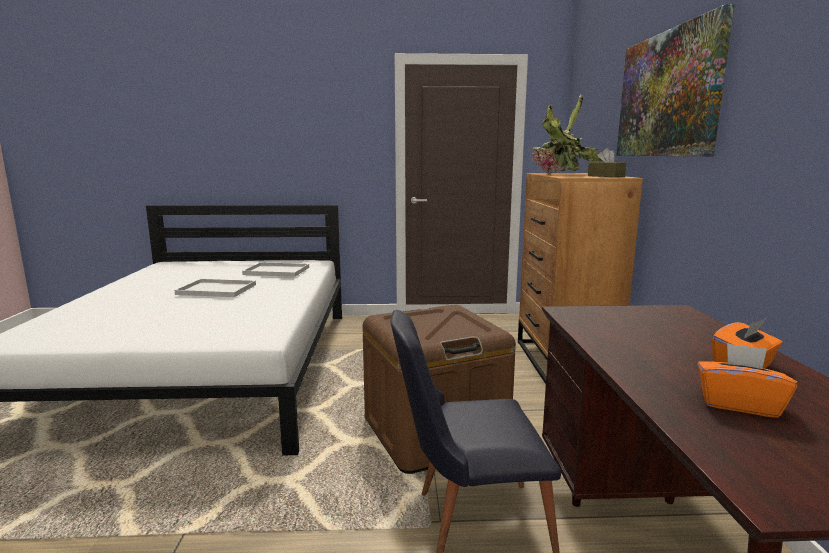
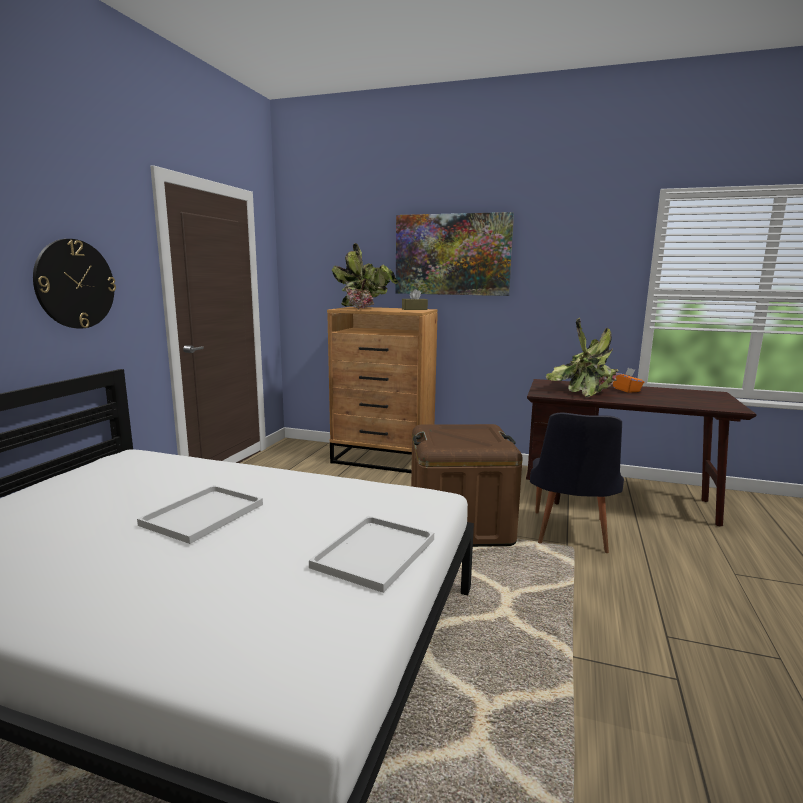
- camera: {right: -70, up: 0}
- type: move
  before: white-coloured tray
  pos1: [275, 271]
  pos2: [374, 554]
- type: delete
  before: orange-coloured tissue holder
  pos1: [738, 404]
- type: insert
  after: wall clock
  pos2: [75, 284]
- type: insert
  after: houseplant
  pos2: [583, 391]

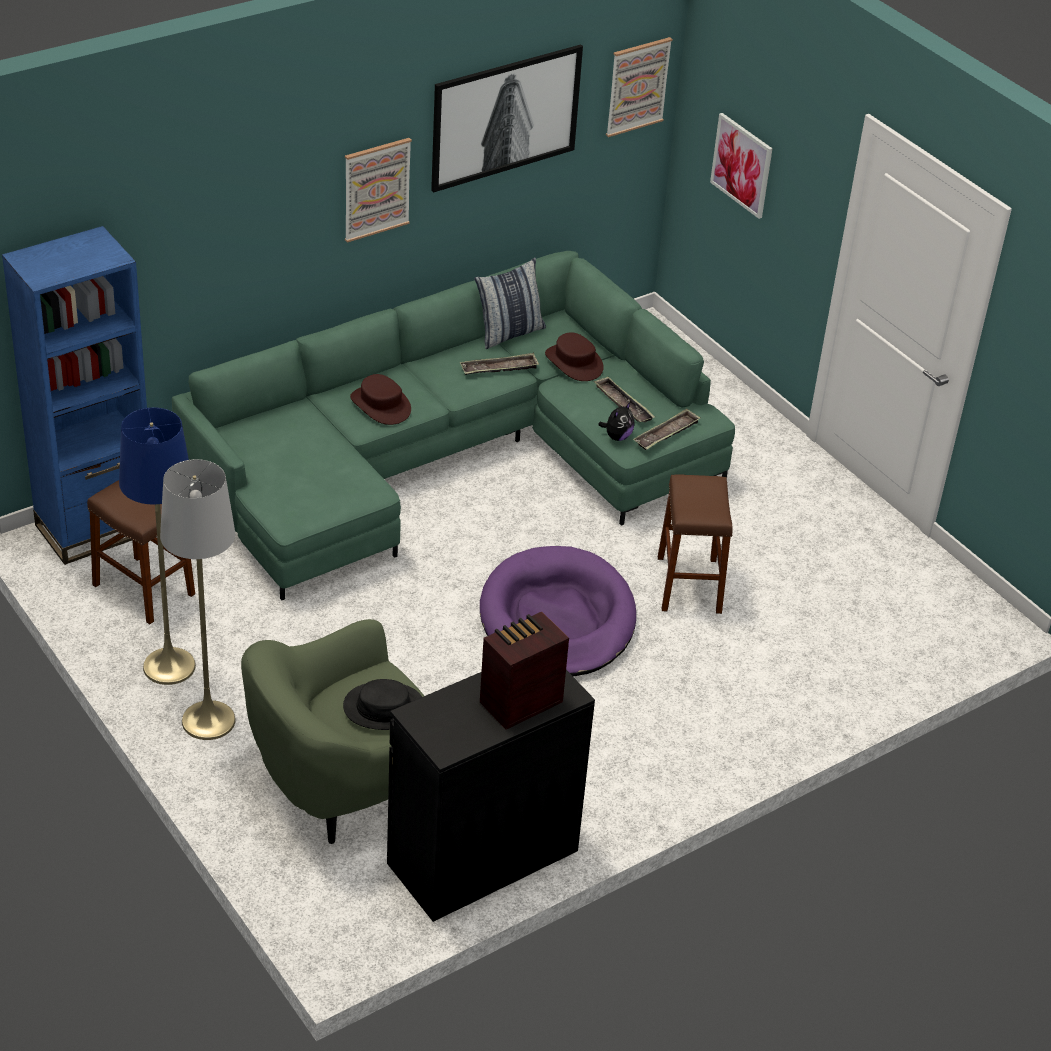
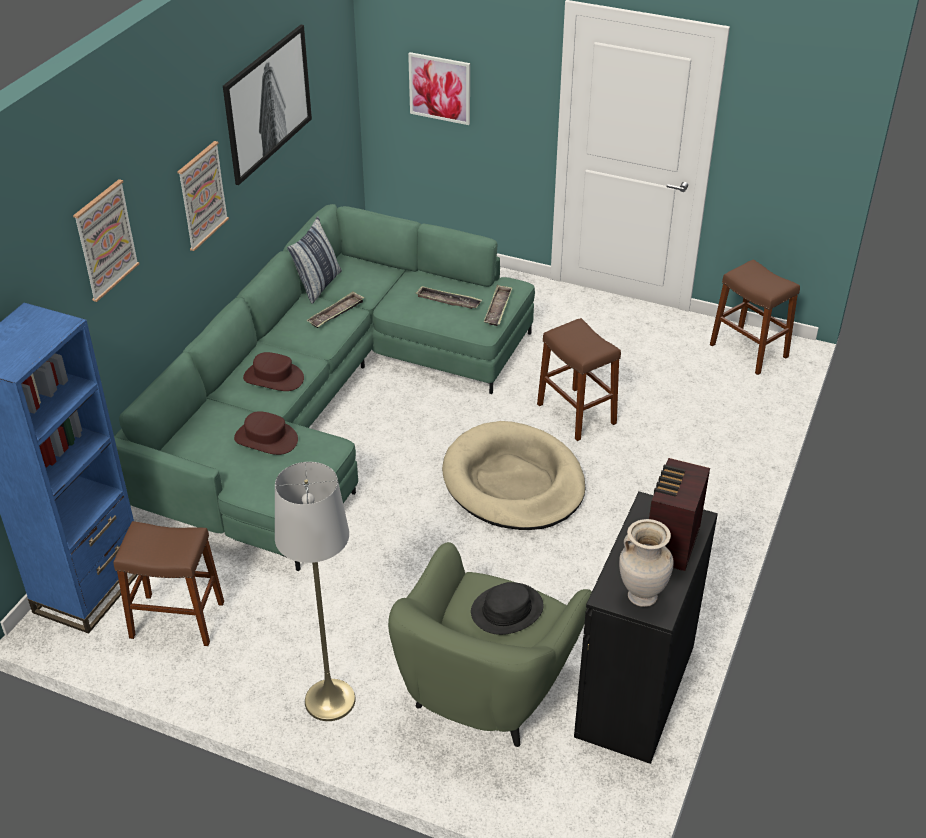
- camera: {right: -30, up: 0}
- type: move
  before: wall picture
  pos1: [637, 86]
  pos2: [105, 240]
- type: move
  before: brown hat
  pos1: [574, 362]
  pos2: [266, 439]
- type: delete
  before: plush toy
  pos1: [617, 437]
- type: delete
  before: blue standard lamp
  pos1: [169, 666]
- type: recolor
  before: purple-coloured dog cushion
  after: beige dog cushion
  pos1: [557, 619]
  pos2: [513, 482]
- type: insert
  after: brown stool
  pos2: [748, 351]
- type: insert
  after: beige flower vase
  pos2: [642, 596]

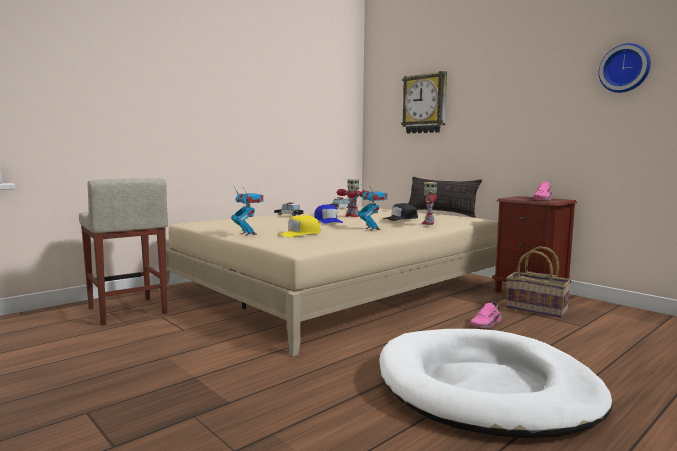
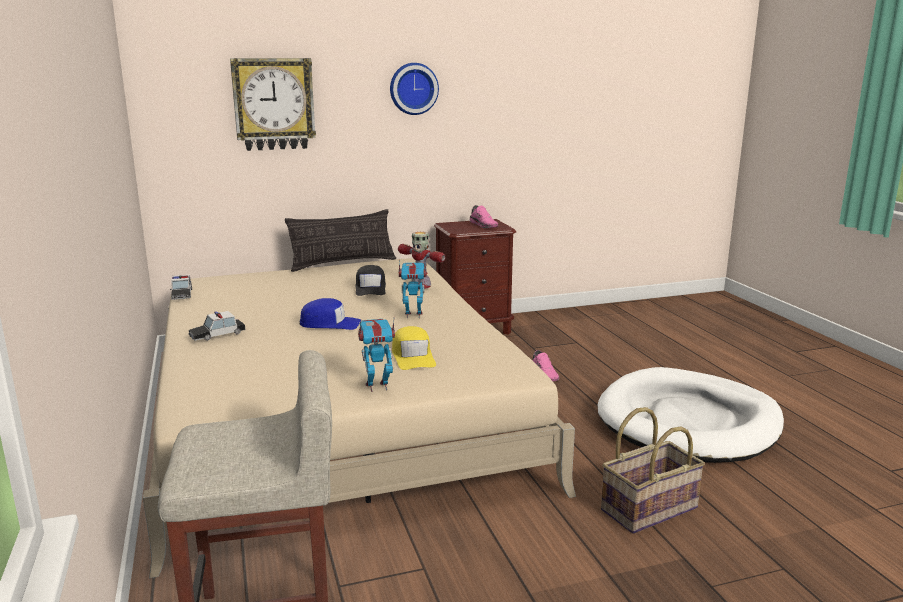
- camera: {right: -65, up: 10}
- type: move
  before: wall clock
  pos1: [625, 68]
  pos2: [413, 88]
- type: delete
  before: robot figure
  pos1: [352, 216]
- type: move
  before: basket
  pos1: [536, 309]
  pos2: [648, 508]

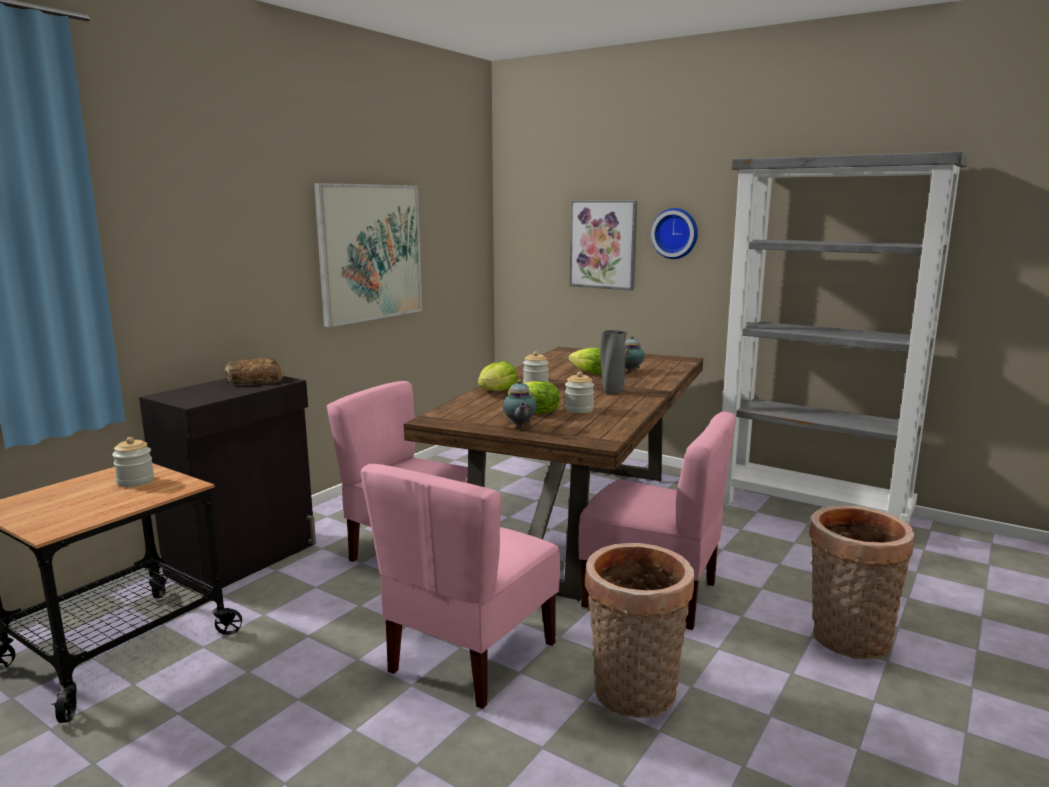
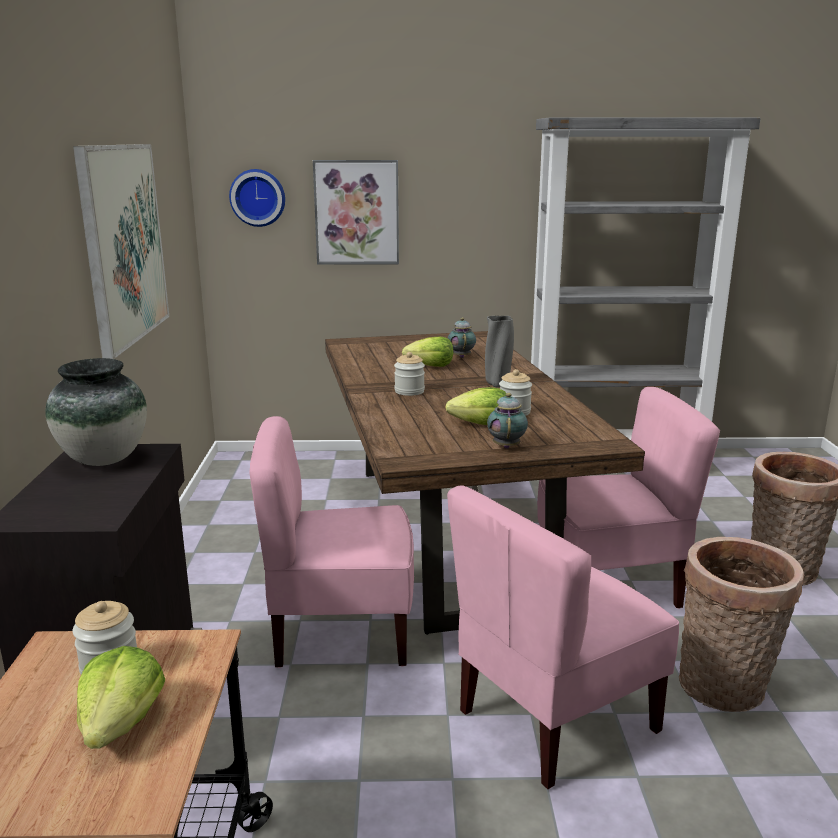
- camera: {right: -35, up: 5}
- type: move
  before: wall clock
  pos1: [675, 233]
  pos2: [258, 197]
- type: replace
  before: baked bread
  after: flower vase
  pos1: [254, 380]
  pos2: [104, 460]
- type: move
  before: lettuce head
  pos1: [497, 391]
  pos2: [121, 723]
- type: rotate
  before: teapot
  pos1: [519, 427]
  pos2: [506, 446]
  turn: -135
- type: rotate
  before: pink-coloured chair
  pos1: [470, 657]
  pos2: [555, 720]
  turn: 60

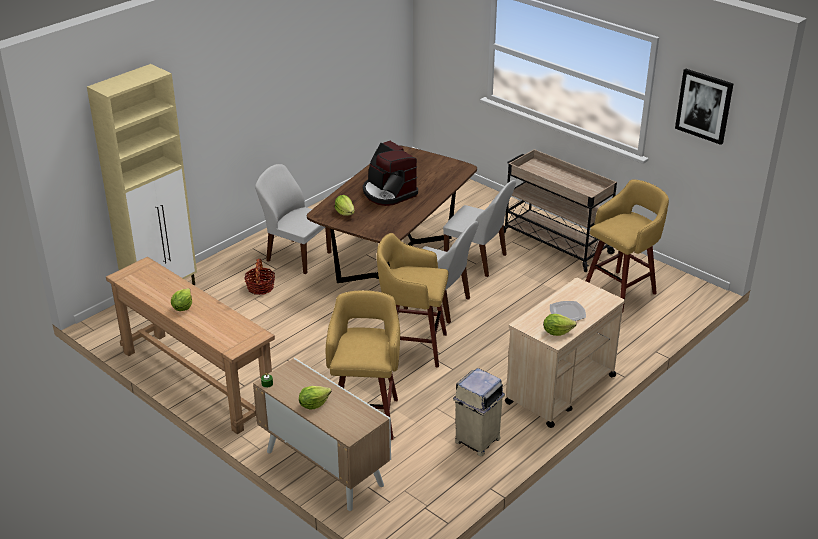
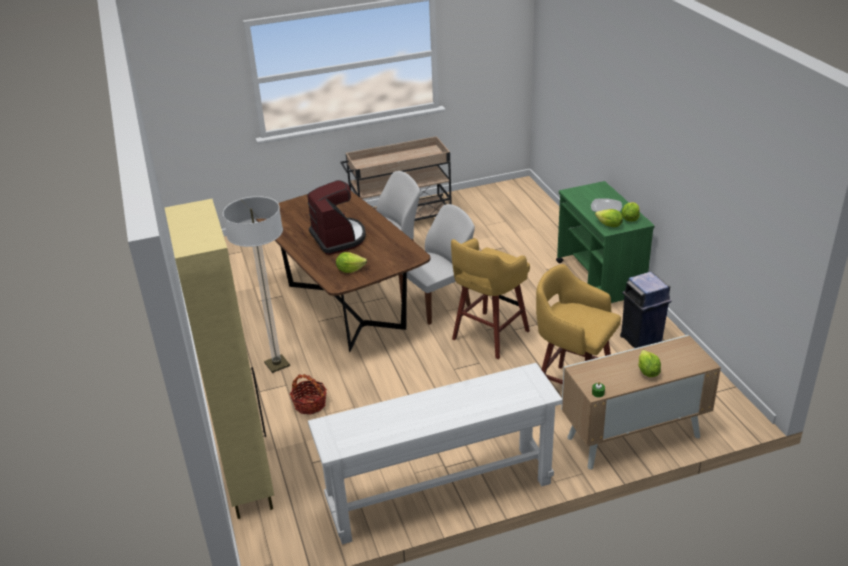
- camera: {right: -60, up: 0}
- type: delete
  before: wall picture
  pos1: [704, 106]
- type: rotate
  before: coffee machine
  pos1: [388, 193]
  pos2: [338, 238]
  turn: -105
- type: replace
  before: white-coloured chair
  after: standard lamp
  pos1: [297, 256]
  pos2: [277, 364]
- type: delete
  before: yellow stool
  pos1: [621, 291]
- type: recolor
  before: brown hall table
  after: white-coloured hall table
  pos1: [197, 380]
  pos2: [439, 493]
- type: recolor
  before: beige trolley
  after: green-coloured trolley
  pos1: [560, 389]
  pos2: [600, 281]
- type: move
  before: lettuce head
  pos1: [183, 307]
  pos2: [609, 225]
- type: recolor
  before: beige waste bin
  after: blue waste bin
  pos1: [477, 441]
  pos2: [641, 340]

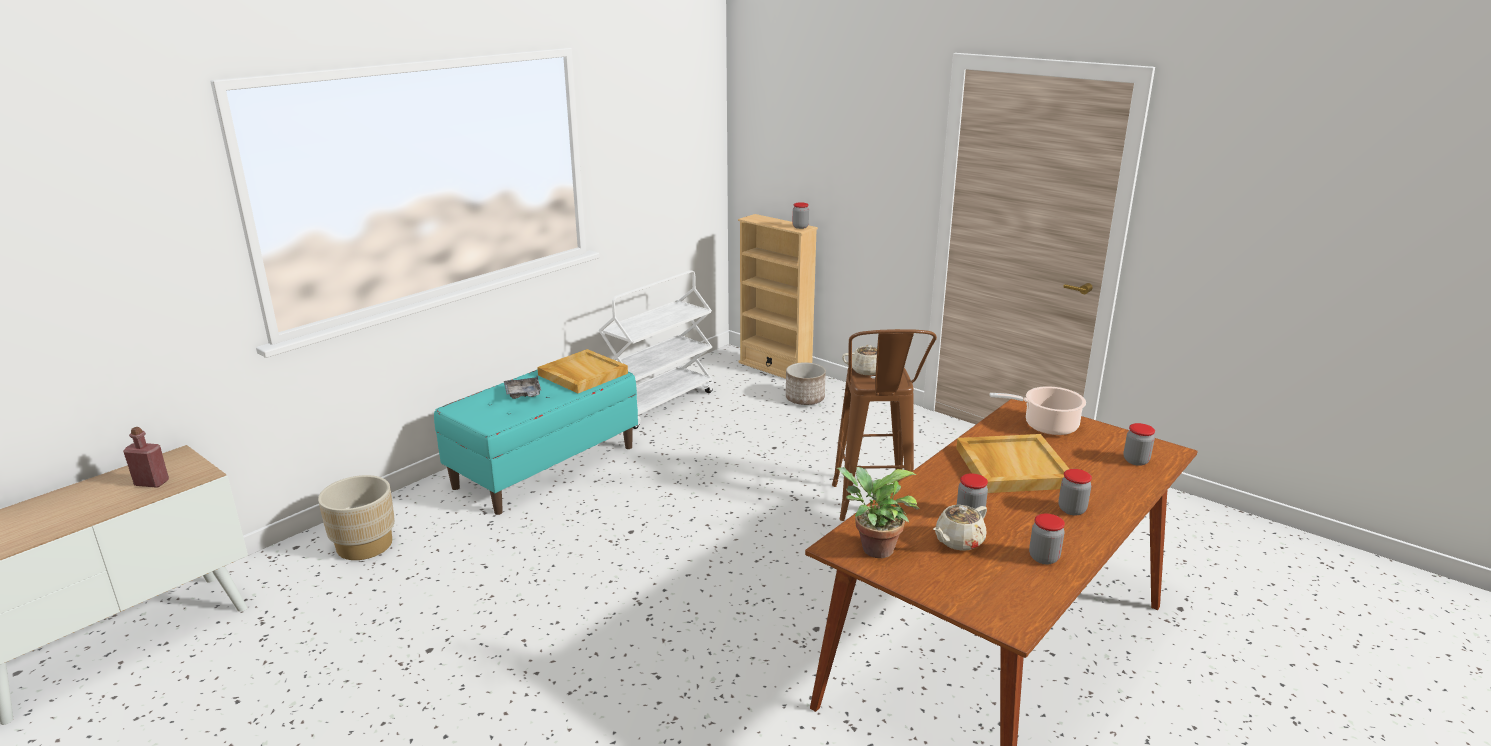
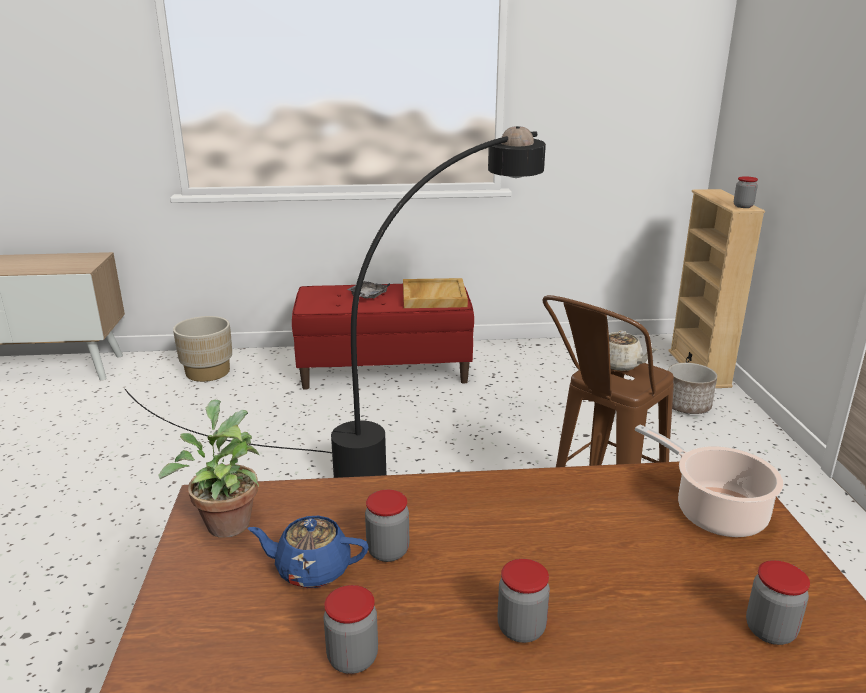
- camera: {right: 45, up: 0}
- type: delete
  before: white-coloured trolley
  pos1: [659, 402]
- type: recolor
  before: turquoise-coloured bench
  after: reddish bench
  pos1: [545, 466]
  pos2: [385, 370]
- type: delete
  before: reddish beverage bottle
  pos1: [152, 483]
- type: delete
  before: beige tray
  pos1: [1011, 467]
- type: recolor
  before: beige teapot
  after: blue teapot
  pos1: [958, 541]
  pos2: [312, 569]
- type: insert
  after: blackish standard lamp
  pos2: [393, 450]

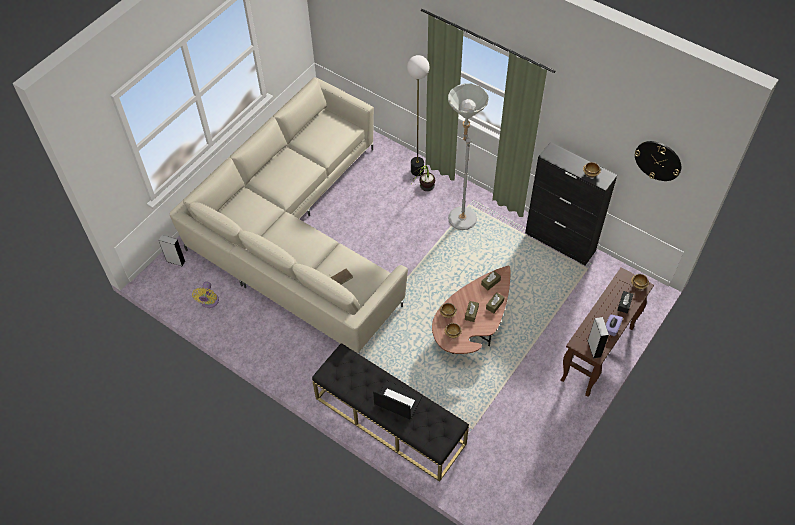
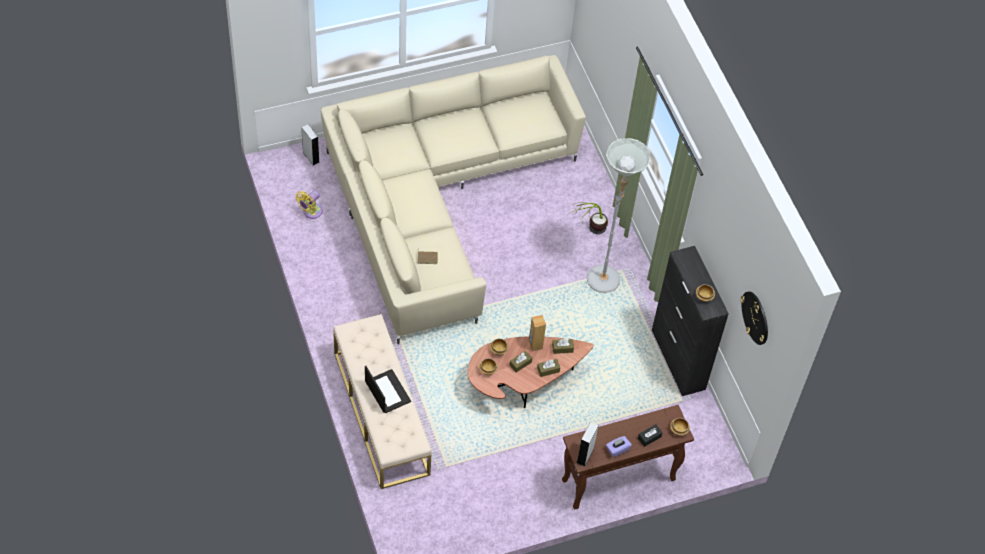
- camera: {right: 30, up: 0}
- type: delete
  before: standard lamp
  pos1: [417, 171]
- type: recolor
  before: blackish bench
  after: beige bench
  pos1: [389, 421]
  pos2: [381, 412]
- type: insert
  after: brown loudspeaker
  pos2: [535, 345]

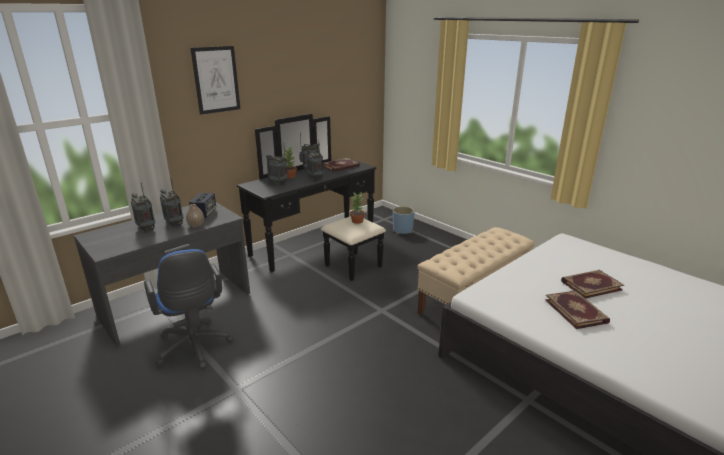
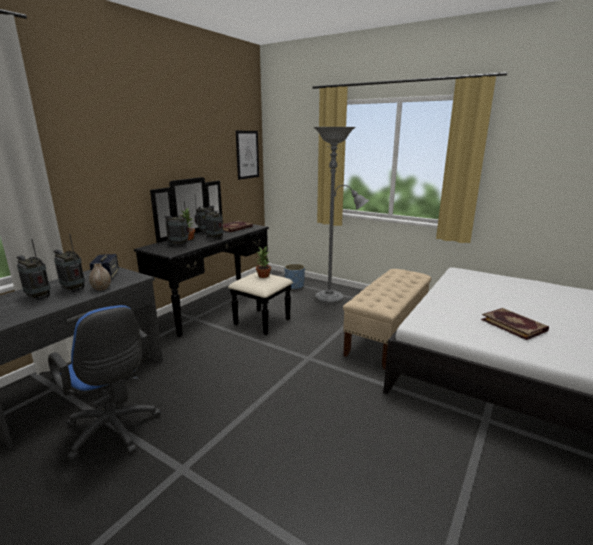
- camera: {right: -15, up: -5}
- type: move
  before: wall picture
  pos1: [216, 80]
  pos2: [247, 154]
- type: delete
  before: book
  pos1: [590, 285]
- type: insert
  after: grey standard lamp
  pos2: [333, 298]

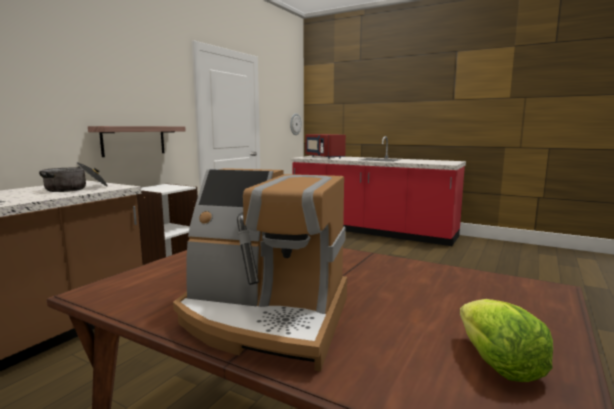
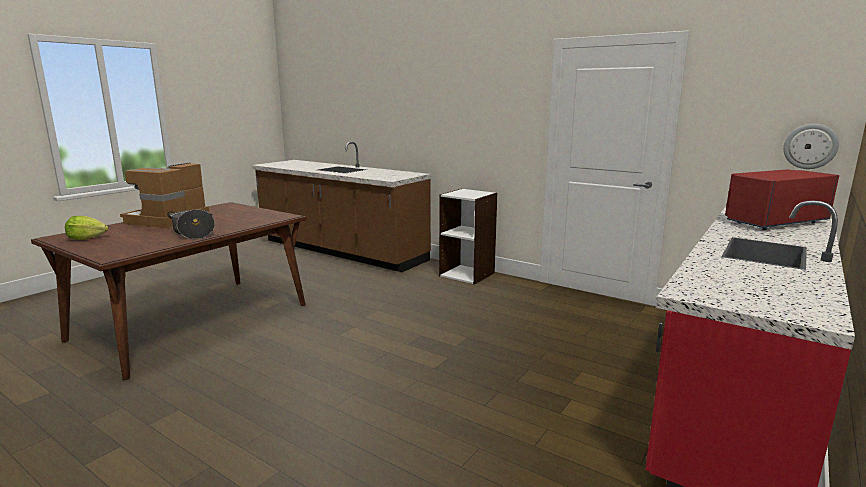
- camera: {right: 95, up: 5}
- type: delete
  before: shelf
  pos1: [134, 140]
- type: move
  before: saucepot
  pos1: [76, 188]
  pos2: [193, 233]

